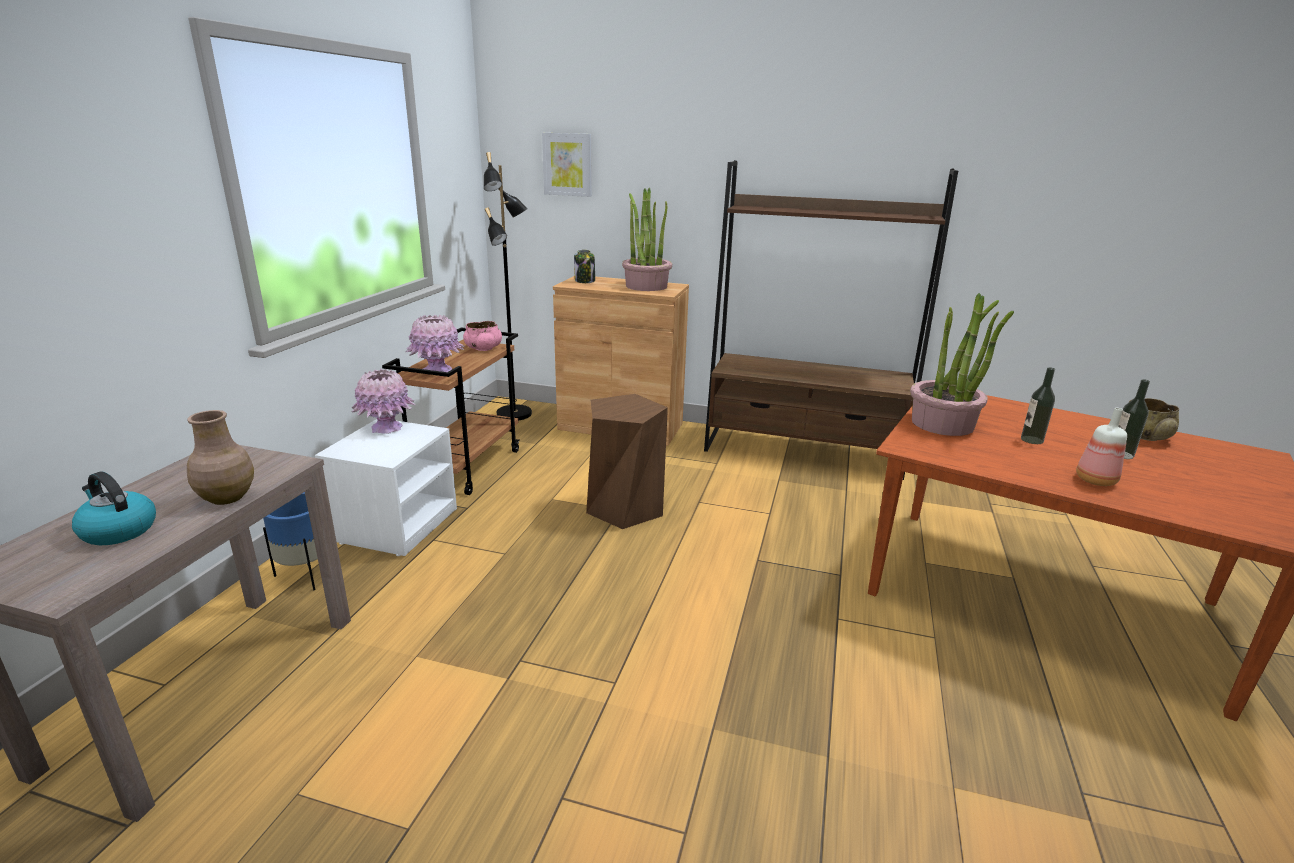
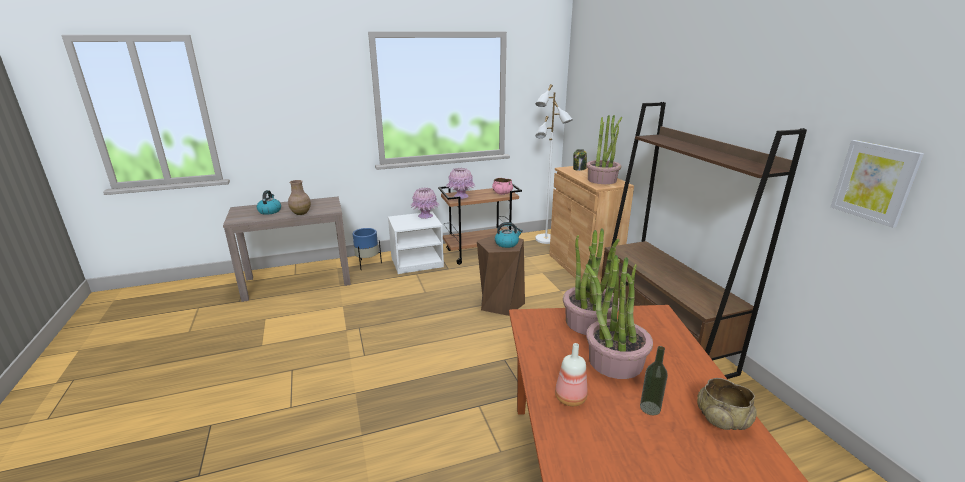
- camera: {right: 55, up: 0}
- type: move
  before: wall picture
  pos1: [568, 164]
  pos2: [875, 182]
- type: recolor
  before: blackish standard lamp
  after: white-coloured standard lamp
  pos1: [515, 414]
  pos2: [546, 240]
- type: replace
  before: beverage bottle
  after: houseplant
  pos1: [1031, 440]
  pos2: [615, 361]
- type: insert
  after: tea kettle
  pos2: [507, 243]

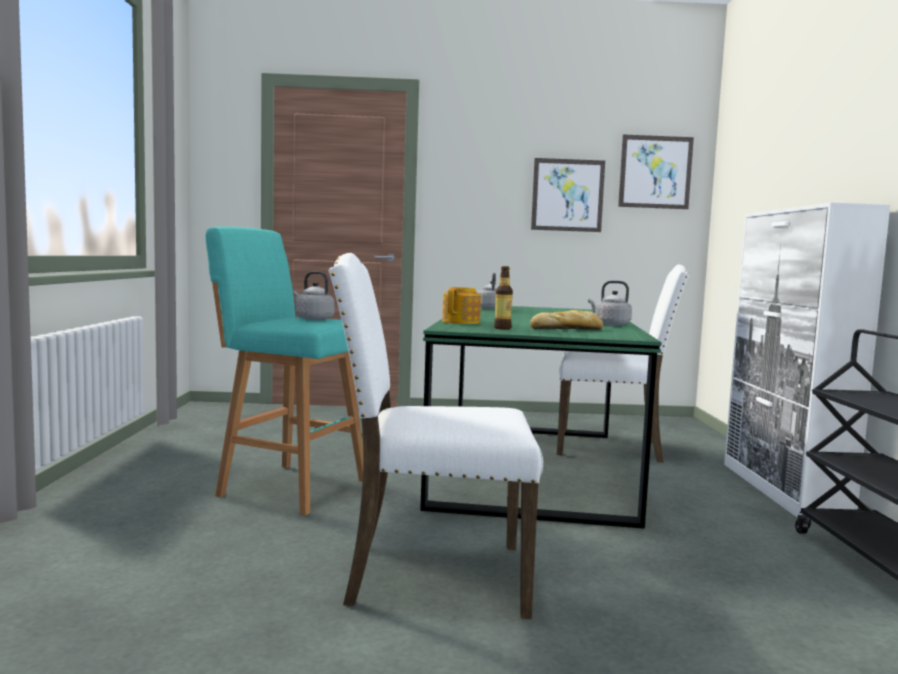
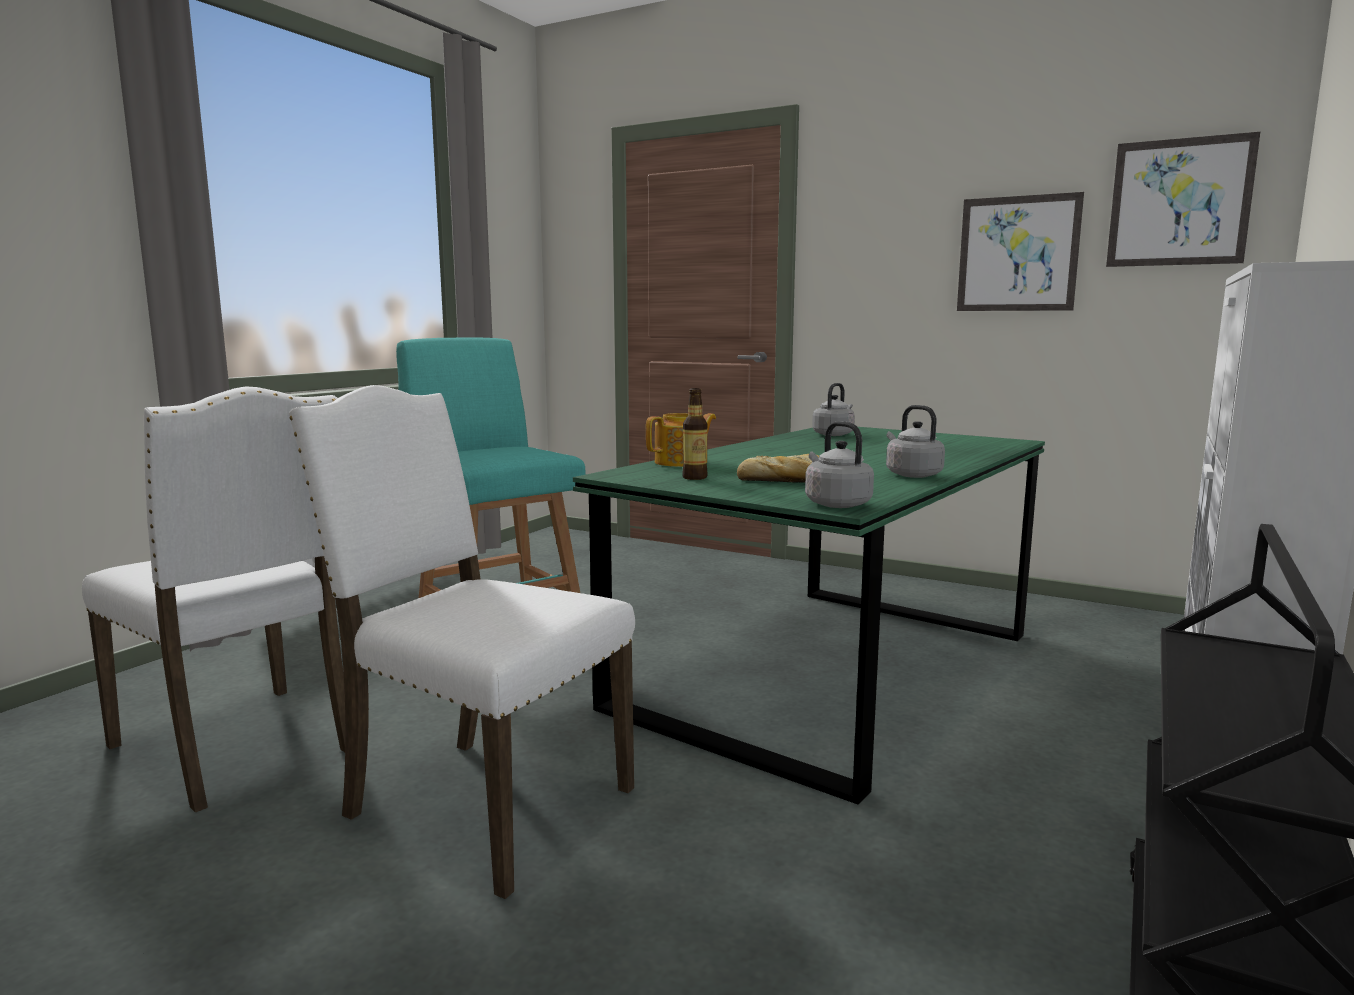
- camera: {right: 30, up: 5}
- type: move
  before: white-coloured chair
  pos1: [612, 447]
  pos2: [240, 747]
- type: move
  before: grey tea kettle
  pos1: [312, 319]
  pos2: [835, 504]

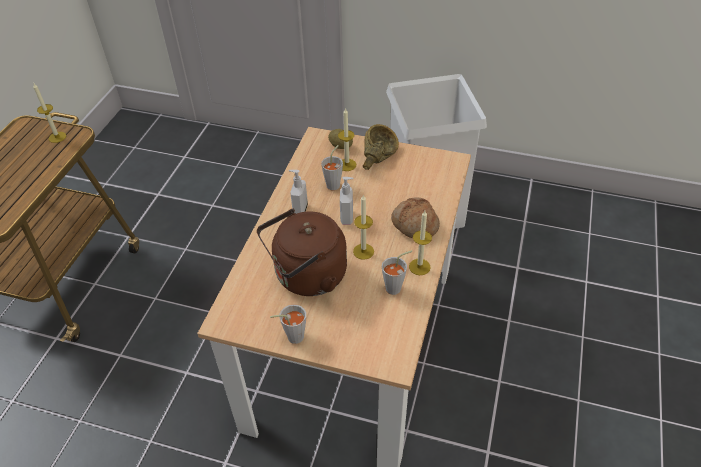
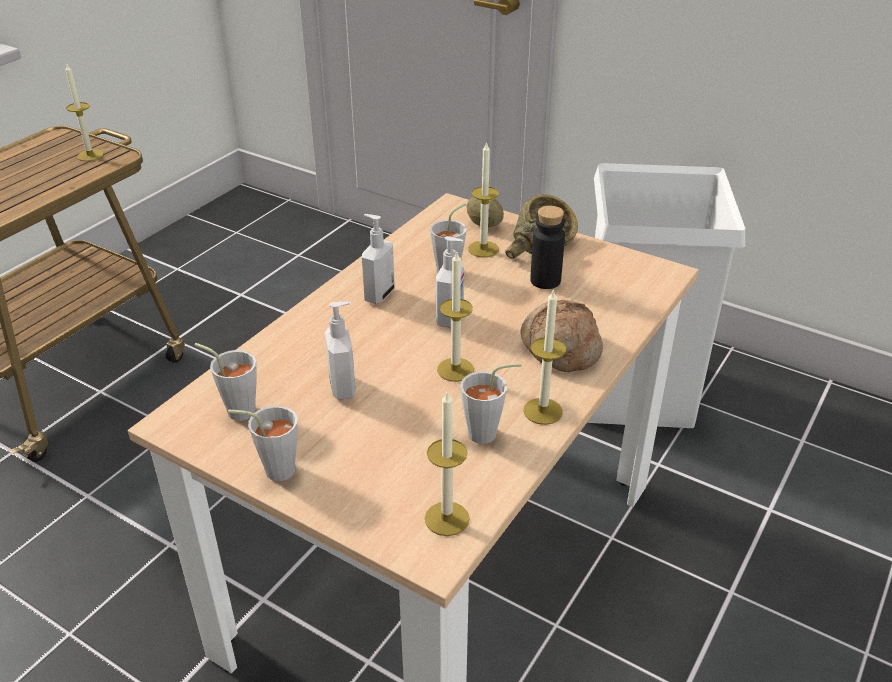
- camera: {right: 15, up: -10}
- type: replace
  before: brown tea kettle
  after: soap dispenser
  pos1: [307, 277]
  pos2: [344, 387]
- type: insert
  after: blackish beverage bottle
  pos2: [545, 281]
- type: insert
  after: grey drinking cup
  pos2: [236, 409]
- type: insert
  after: wax candle
  pos2: [447, 518]

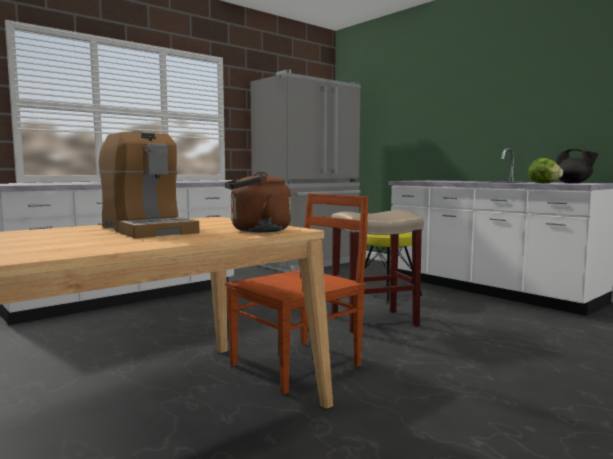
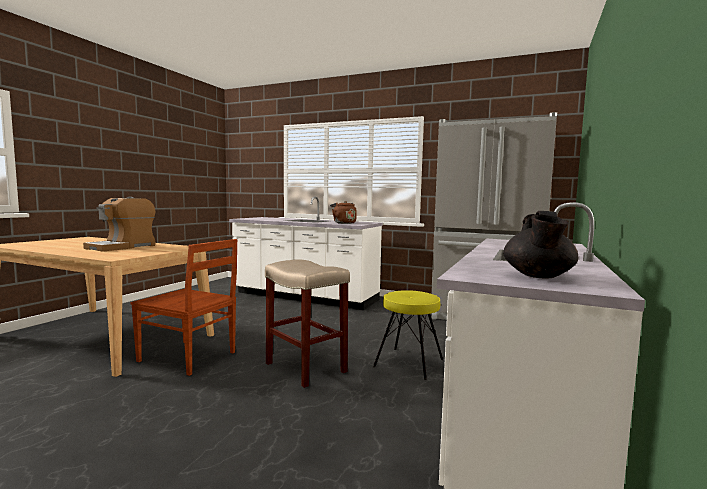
- camera: {right: 65, up: 0}
- type: delete
  before: lettuce head
  pos1: [544, 183]
- type: move
  before: brown tea kettle
  pos1: [256, 230]
  pos2: [343, 223]

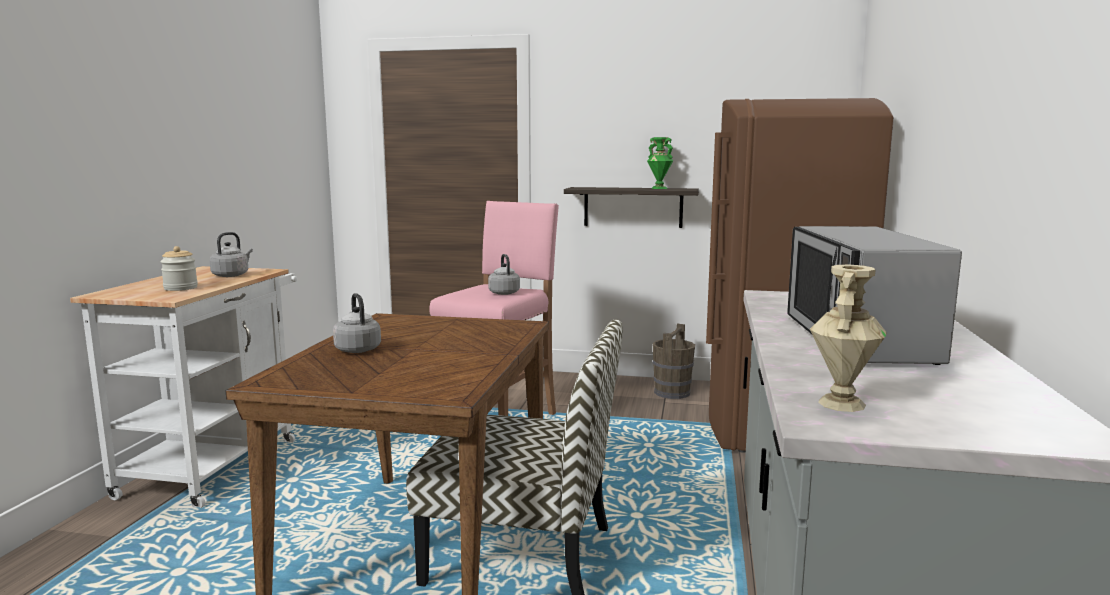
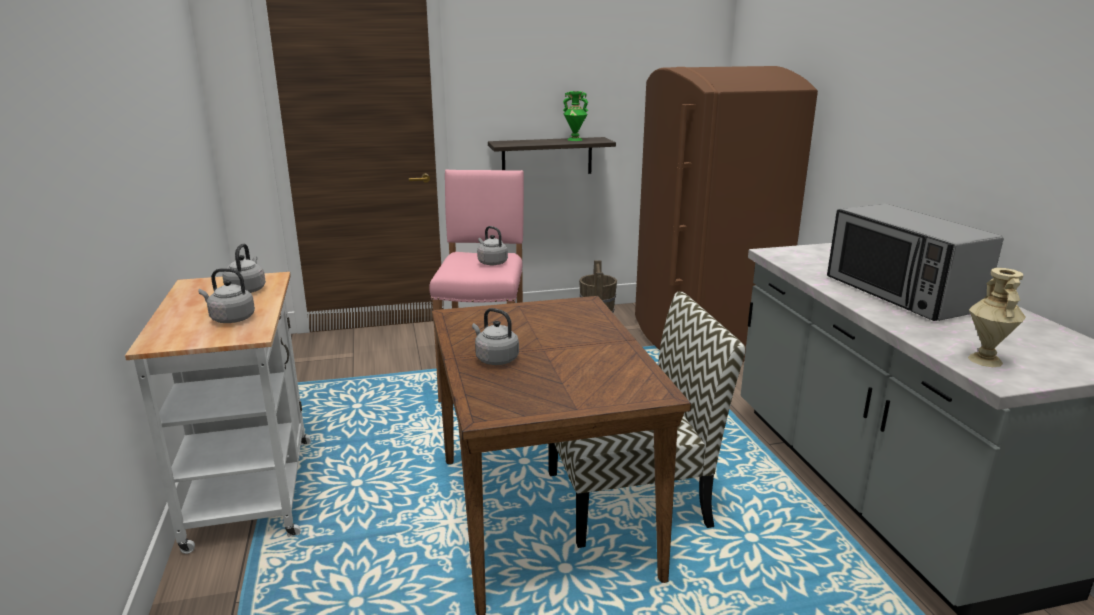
- camera: {right: -25, up: 10}
- type: replace
  before: storage jar
  after: grey tea kettle
  pos1: [180, 288]
  pos2: [230, 319]

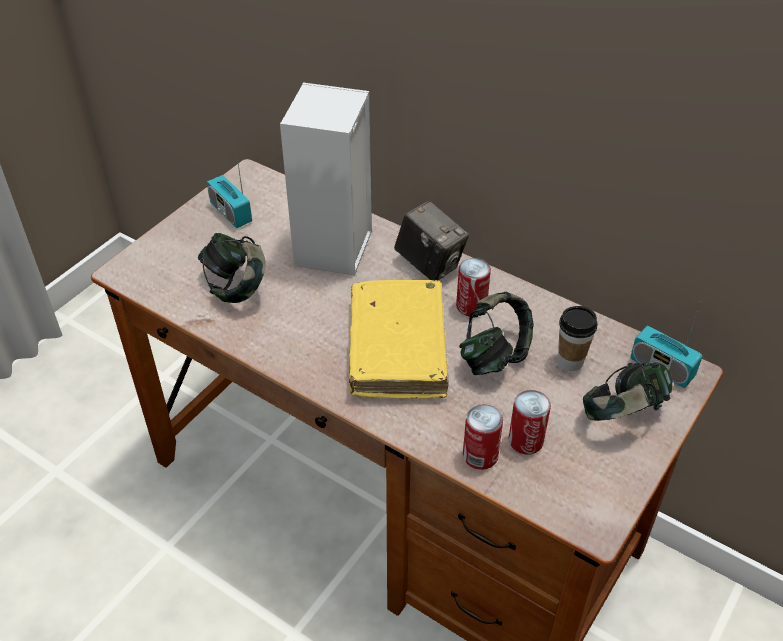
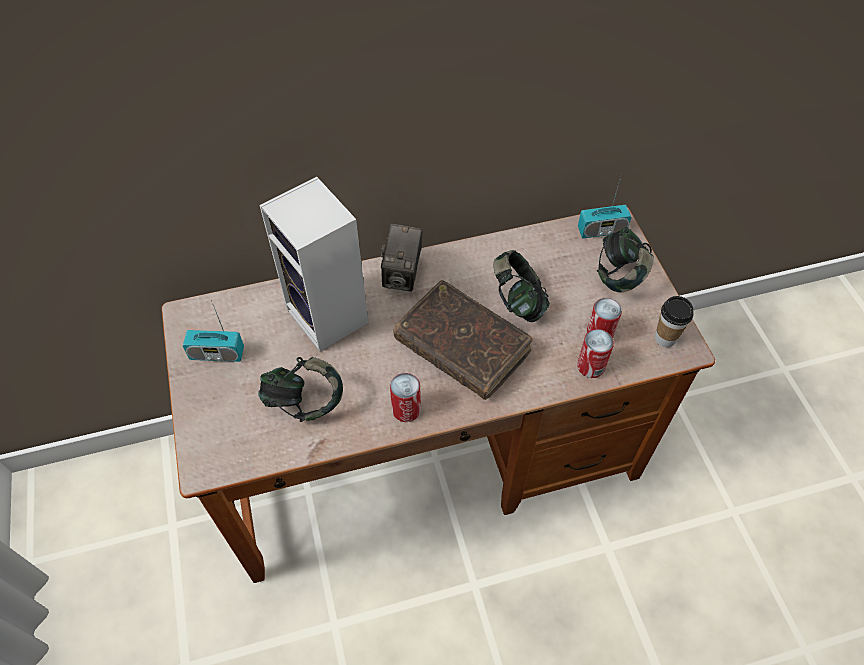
- camera: {right: -50, up: 10}
- type: rotate
  before: still camera
  pos1: [430, 264]
  pos2: [402, 275]
  turn: 105
- type: move
  before: sealed can
  pos1: [471, 306]
  pos2: [406, 410]
- type: recolor
  before: yellow book
  after: brown book
  pos1: [397, 349]
  pos2: [462, 347]
- type: move
  before: drinking cup
  pos1: [570, 361]
  pos2: [665, 338]

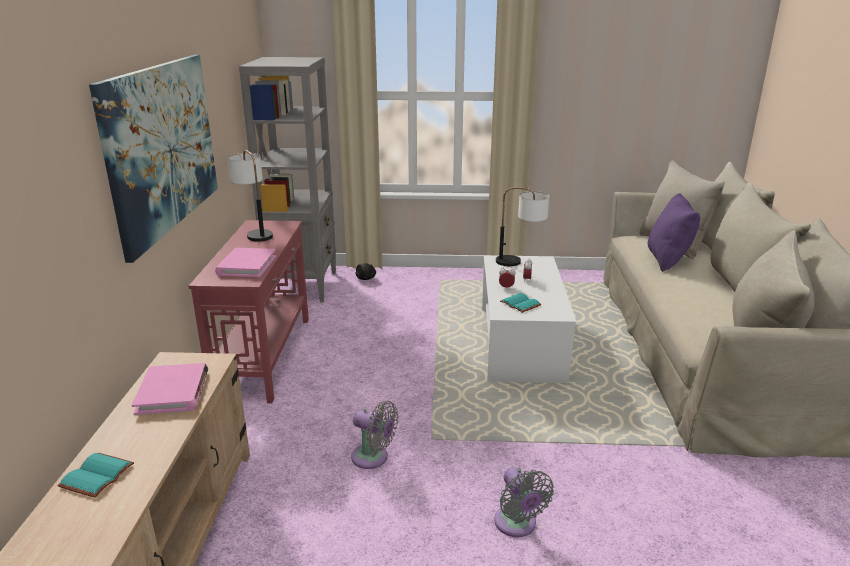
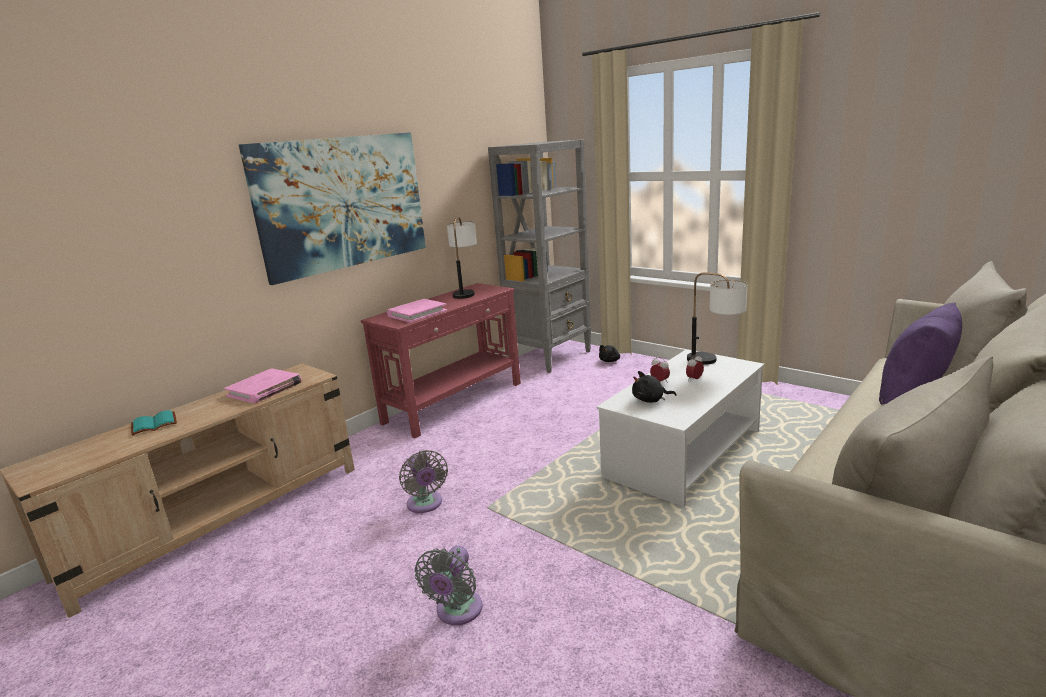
- camera: {right: 40, up: -5}
- type: replace
  before: turquoise-coloured book
  after: blackish plush toy
  pos1: [521, 304]
  pos2: [650, 400]

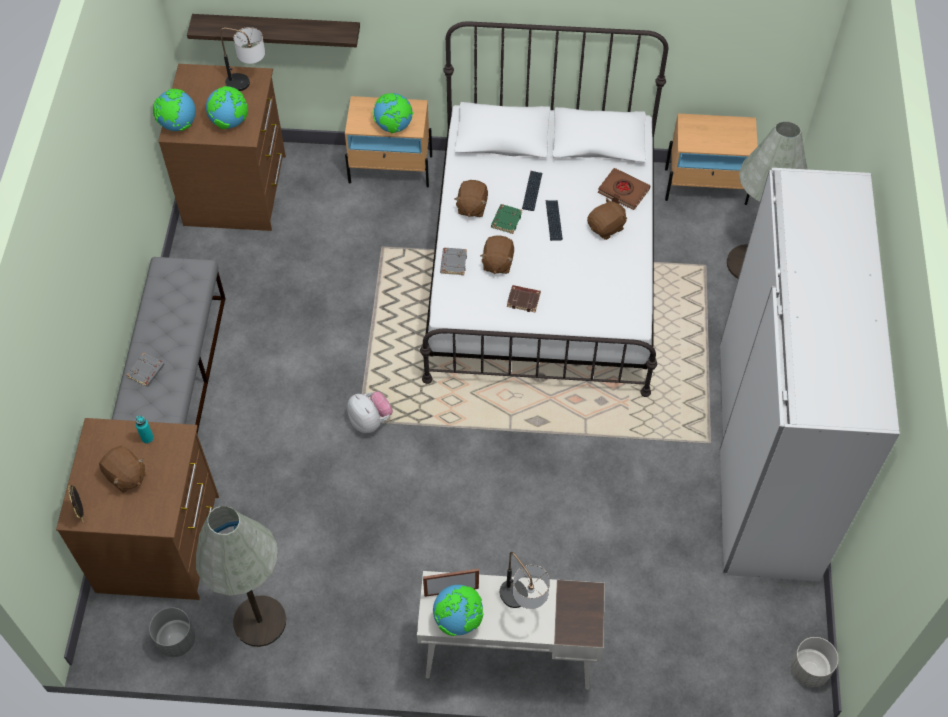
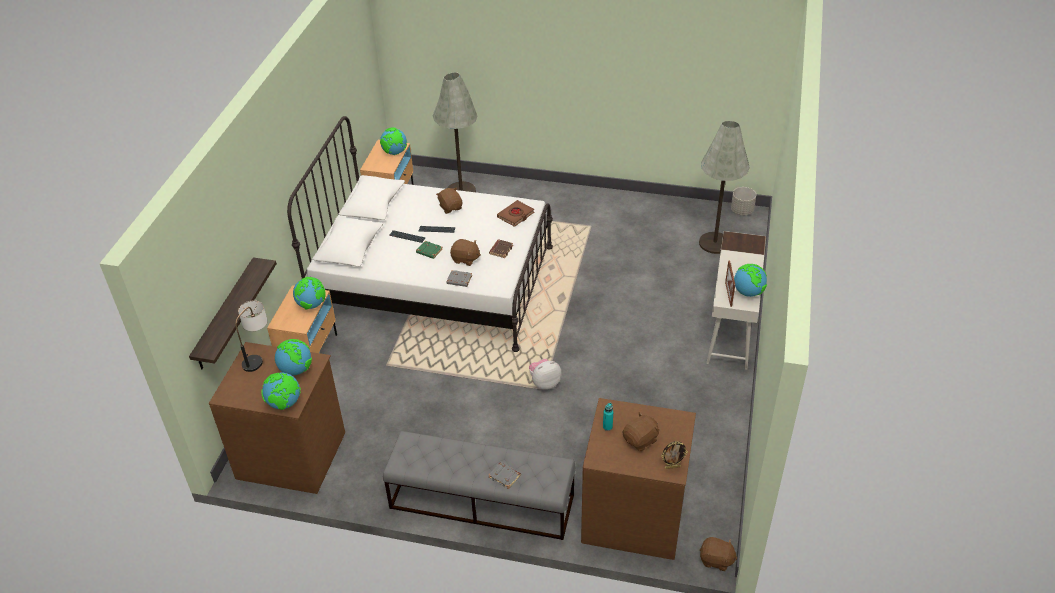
- camera: {right: -80, up: -15}
- type: move
  before: brown book
  pos1: [623, 191]
  pos2: [516, 215]
- type: delete
  before: white-coloured armoire
  pos1: [766, 458]
- type: move
  before: brown plush toy
  pos1: [471, 207]
  pos2: [716, 560]
- type: move
  before: grey standard lamp
  pos1: [260, 621]
  pos2: [715, 243]
- type: delete
  before: tabletop lamp
  pos1: [522, 606]
- type: delete
  before: grey flower pot
  pos1: [176, 640]
- type: insert
  after: globe
  pos2: [394, 153]

